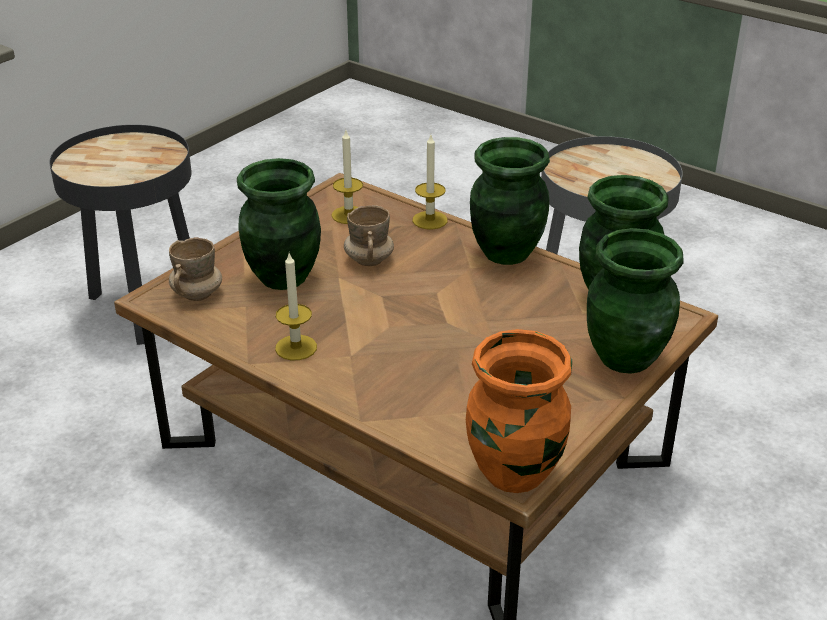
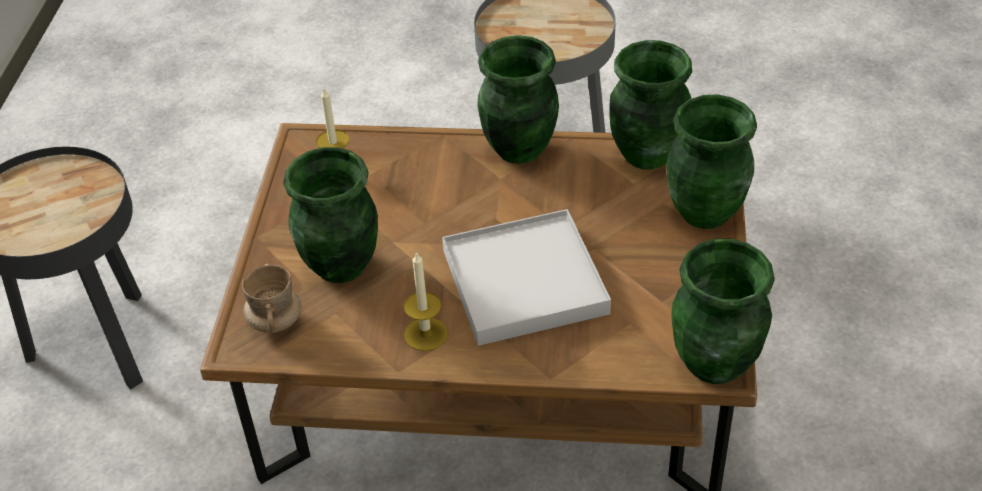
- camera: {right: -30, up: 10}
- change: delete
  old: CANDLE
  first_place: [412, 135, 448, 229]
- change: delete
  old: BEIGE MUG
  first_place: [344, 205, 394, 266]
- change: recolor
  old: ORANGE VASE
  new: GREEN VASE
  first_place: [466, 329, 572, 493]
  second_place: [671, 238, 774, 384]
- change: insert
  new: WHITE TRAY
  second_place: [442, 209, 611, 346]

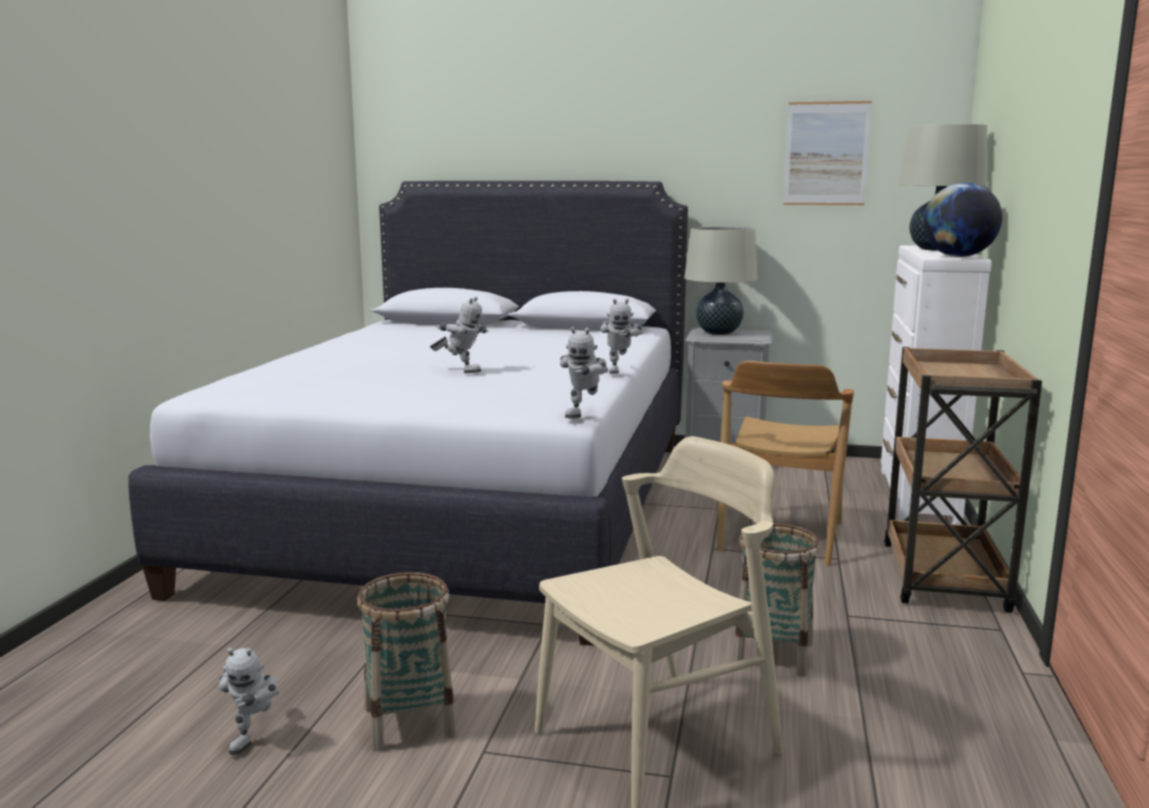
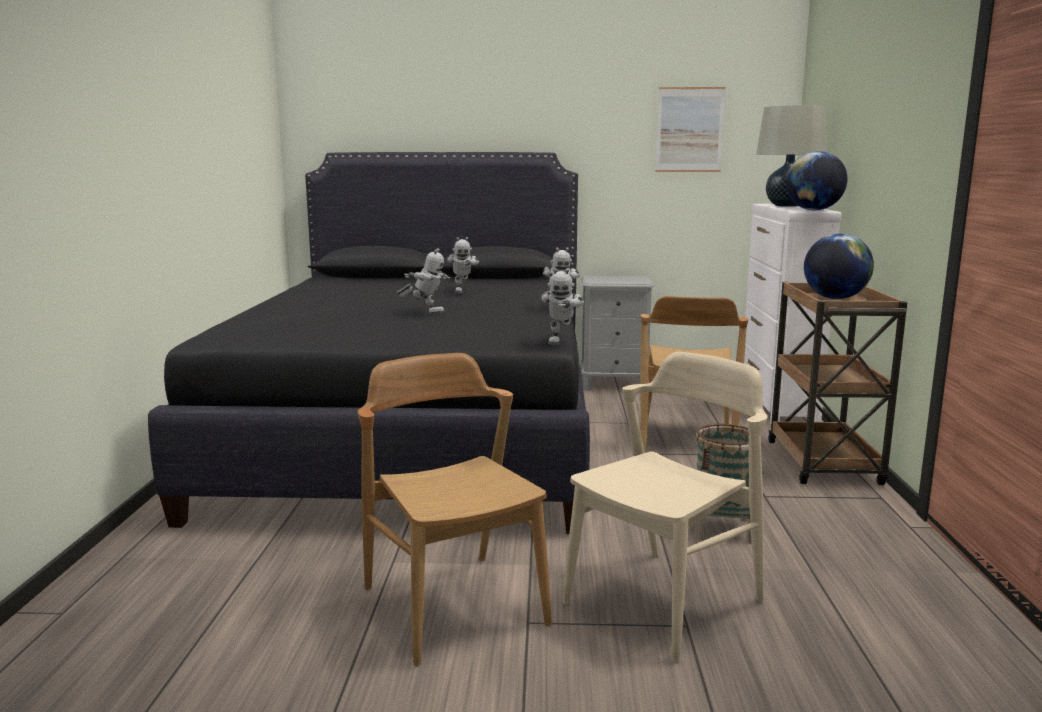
- camera: {right: -10, up: 0}
- change: recolor
  old: WHITE BED
  new: BLACK BED
  first_place: [128, 181, 688, 646]
  second_place: [148, 152, 590, 534]
- change: delete
  old: BEIGE TABLE LAMP
  first_place: [684, 227, 758, 335]
- change: replace
  old: BASKET
  new: BROWN CHAIR
  first_place: [357, 572, 456, 751]
  second_place: [358, 353, 552, 667]
- change: move
  old: TOY ROBOT
  first_place: [219, 648, 279, 755]
  second_place: [447, 237, 479, 293]
- change: insert
  new: GLOBE
  second_place: [804, 233, 874, 299]

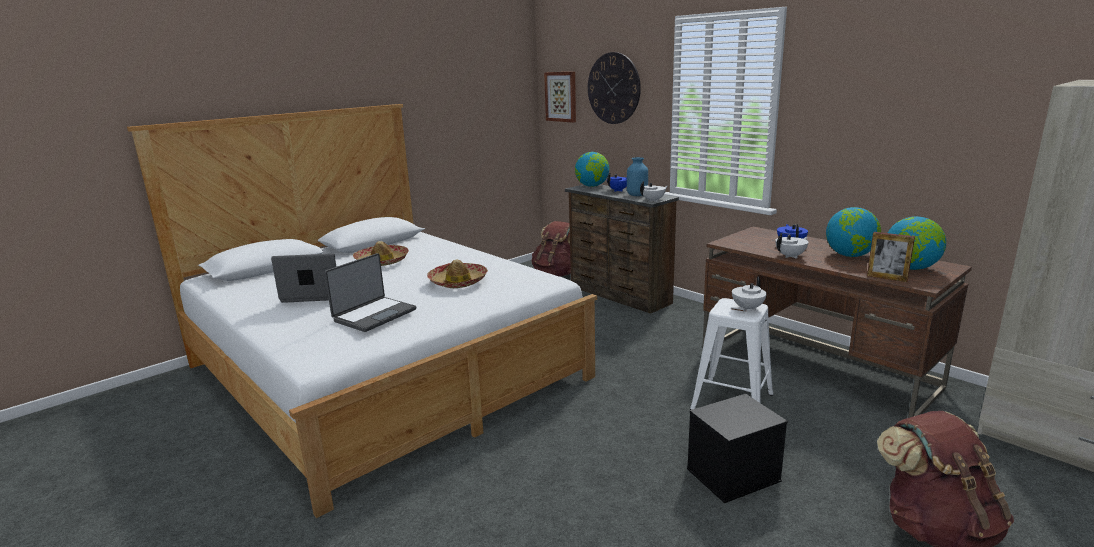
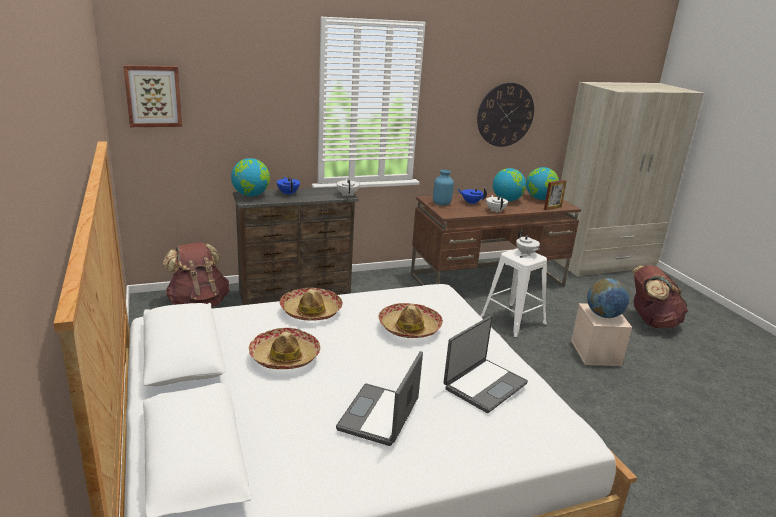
- camera: {right: -70, up: 5}
- change: move
  old: WALL CLOCK
  first_place: [588, 52, 641, 124]
  second_place: [477, 83, 534, 147]
- change: move
  old: BLUE VASE
  first_place: [627, 157, 648, 196]
  second_place: [433, 170, 454, 206]
- change: rotate
  old: LAPTOP
  first_place: [324, 253, 416, 332]
  second_place: [443, 316, 528, 413]
  degrees: 75
- change: recolor
  old: BLACK STORAGE BOX
  new: BEIGE STORAGE BOX
  first_place: [687, 394, 788, 503]
  second_place: [571, 303, 632, 366]
- change: insert
  new: GLOBE
  second_place: [587, 278, 629, 318]
- change: insert
  new: HAT
  second_place: [279, 288, 343, 321]

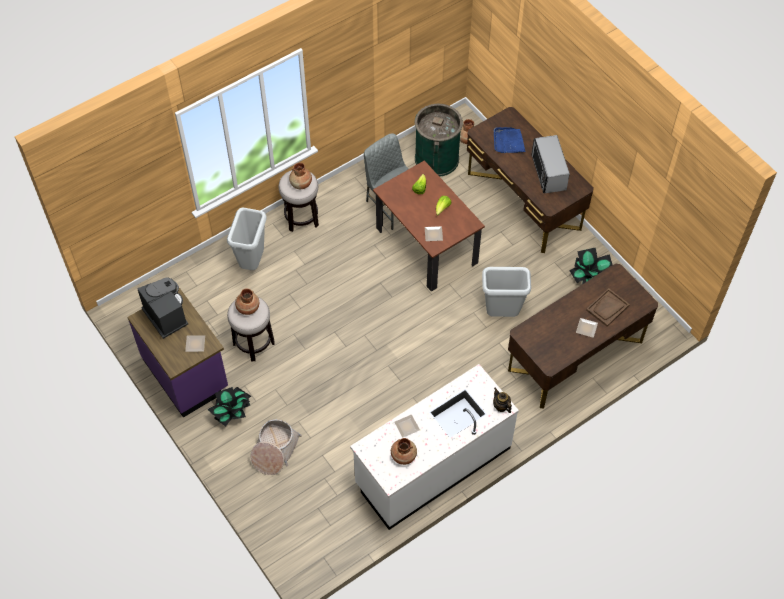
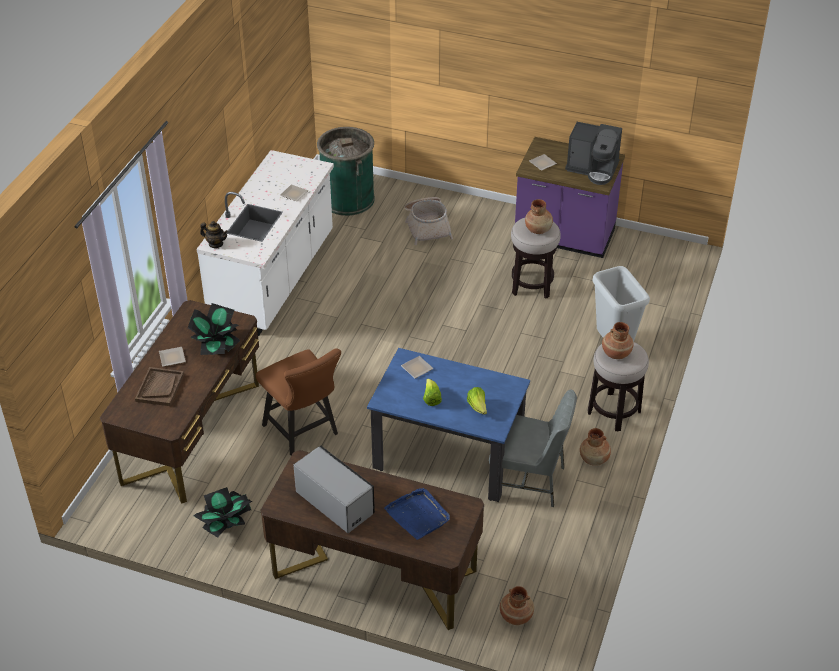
- camera: {right: 145, up: -15}
- change: move
  old: GREEN TRASH CAN
  first_place: [415, 104, 463, 177]
  second_place: [317, 127, 375, 216]
- change: recolor
  old: BROWN DINING TABLE
  new: BLUE DINING TABLE
  first_place: [373, 160, 485, 292]
  second_place: [367, 348, 530, 502]
- change: replace
  old: GREY TRASH CAN
  new: BROWN CHAIR
  first_place: [482, 267, 531, 317]
  second_place: [256, 348, 341, 456]
- change: move
  old: POTTED PLANT
  first_place: [208, 387, 251, 427]
  second_place: [188, 303, 240, 355]
- change: move
  old: BROWN VASE
  first_place: [391, 438, 417, 465]
  second_place: [580, 428, 611, 466]

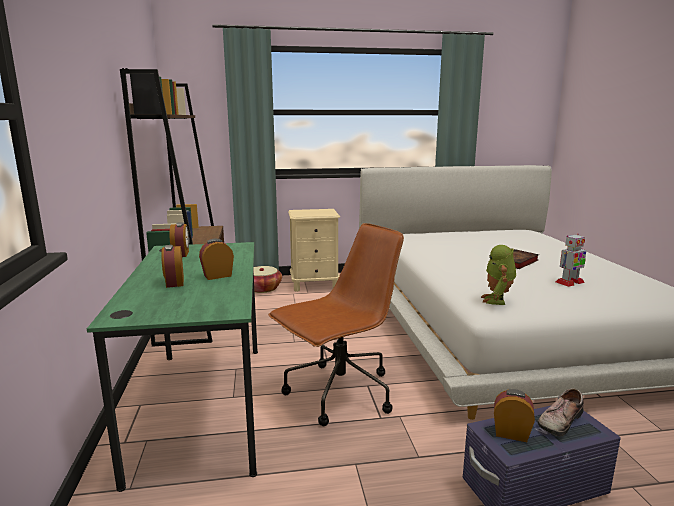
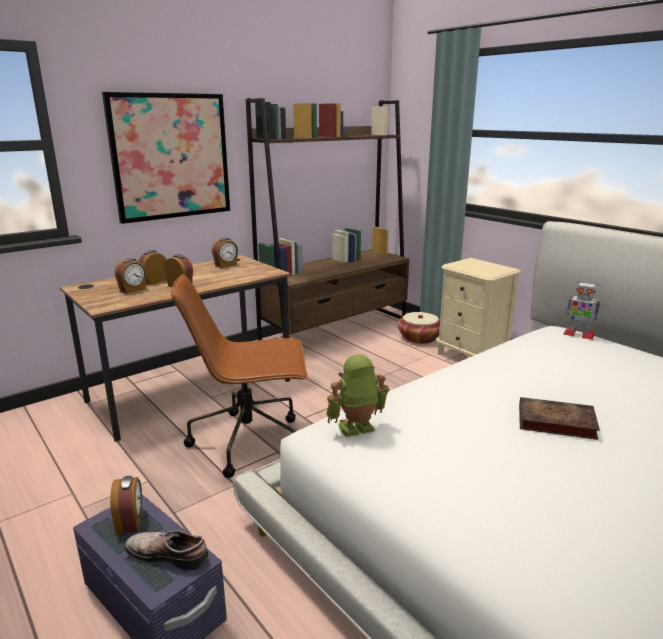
- camera: {right: 60, up: 5}
- change: rotate
  old: BROWN OFFICE CHAIR
  first_place: [268, 223, 404, 426]
  second_place: [171, 274, 308, 478]
  degrees: 150
- change: move
  old: TOY ROBOT
  first_place: [556, 234, 587, 287]
  second_place: [563, 281, 601, 340]
- change: recolor
  old: GREEN DESK
  new: BROWN DESK
  first_place: [87, 242, 258, 492]
  second_place: [60, 255, 291, 442]
- change: insert
  new: PICTURE
  second_place: [102, 92, 230, 224]
- change: insert
  new: ALARM CLOCK
  second_place: [115, 258, 146, 294]

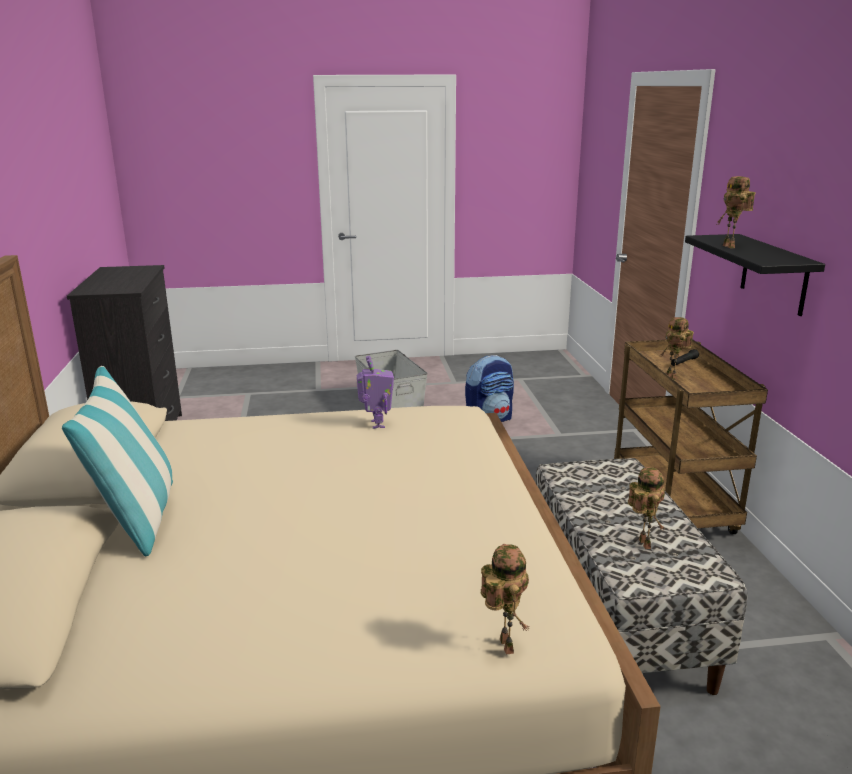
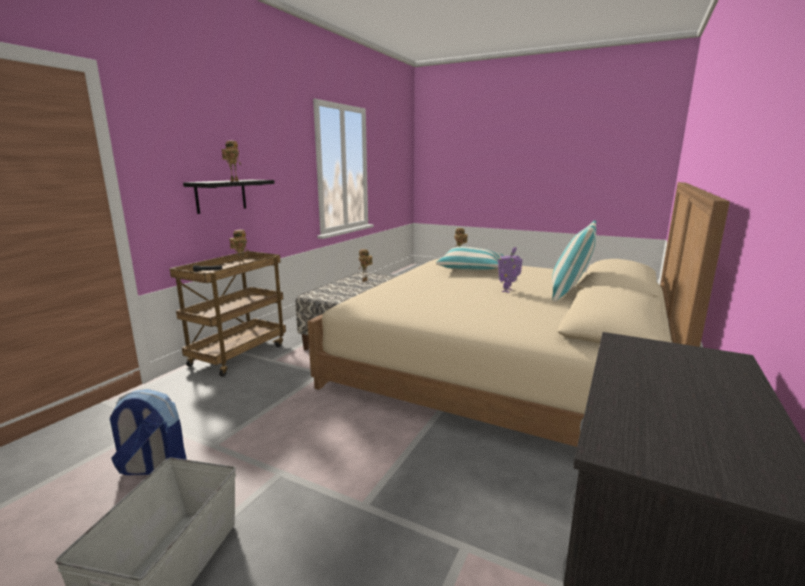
- camera: {right: -145, up: -5}
- change: move
  old: TOY ROBOT
  first_place: [357, 356, 394, 429]
  second_place: [498, 247, 522, 293]
- change: insert
  new: PILLOW
  second_place: [436, 246, 503, 271]

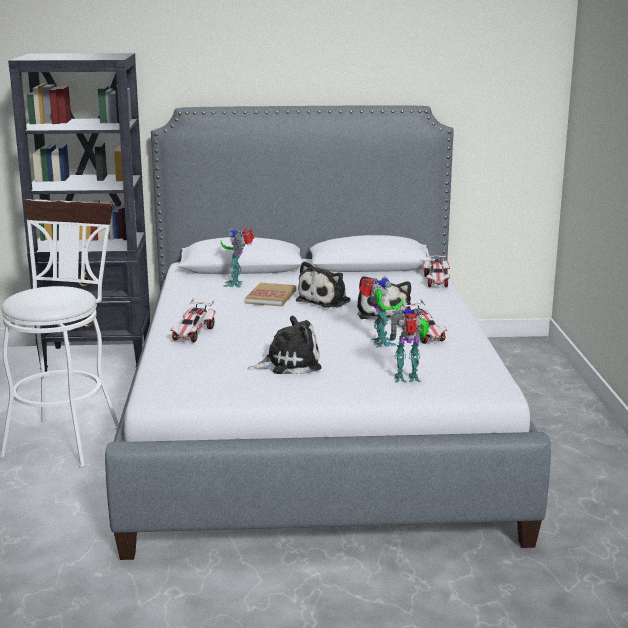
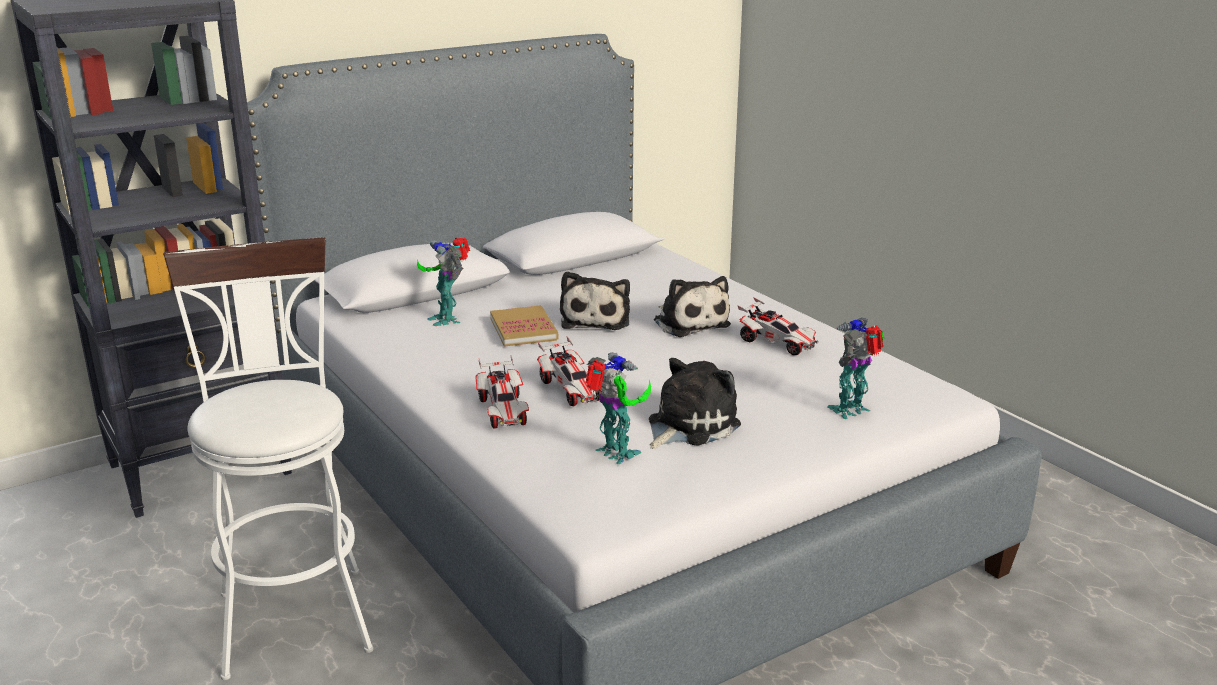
- camera: {right: -30, up: 5}
- change: move
  old: TOY CAR
  first_place: [423, 252, 450, 287]
  second_place: [537, 336, 600, 406]
- change: move
  old: TOY ROBOT
  first_place: [359, 277, 403, 347]
  second_place: [585, 352, 651, 464]

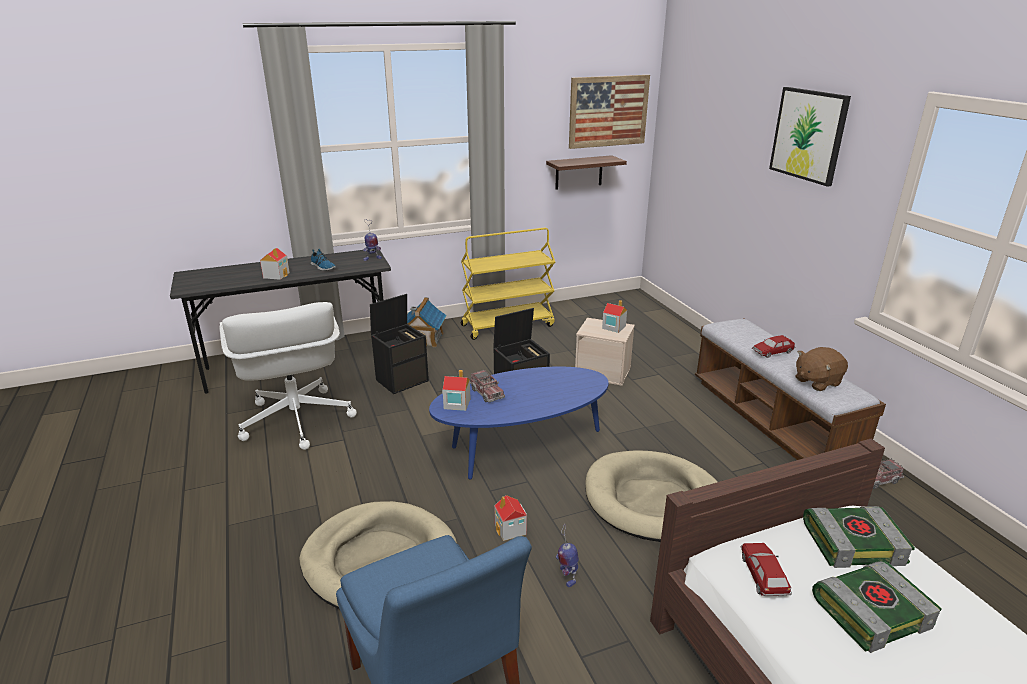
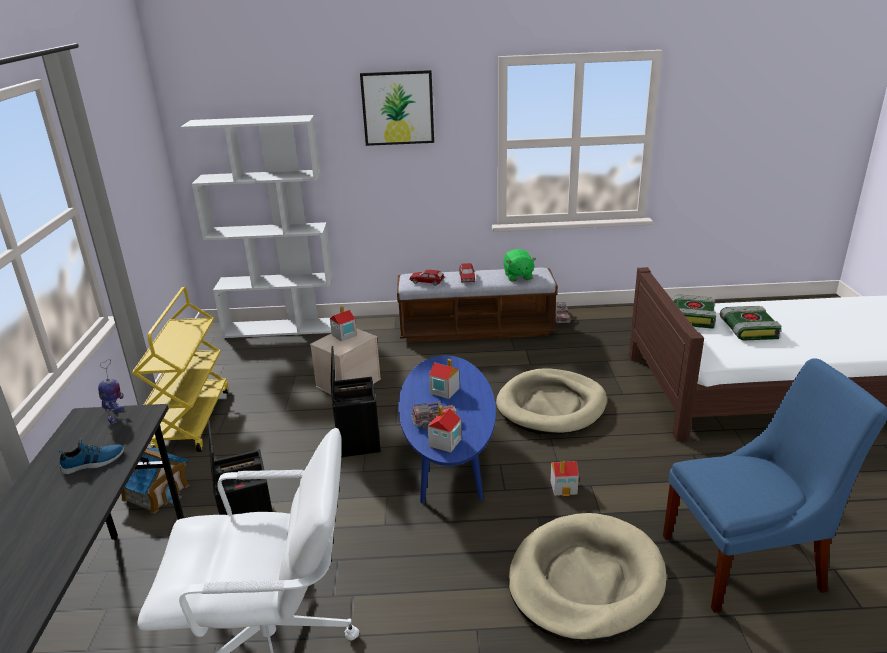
- camera: {right: -70, up: 0}
- change: delete
  old: PICTURE
  first_place: [569, 75, 650, 149]
- change: delete
  old: SHELF
  first_place: [546, 155, 627, 190]
- change: move
  old: TOY HOUSE
  first_place: [260, 248, 290, 280]
  second_place: [429, 359, 460, 399]
- change: recolor
  old: BROWN PLUSH TOY
  new: GREEN PLUSH TOY
  first_place: [795, 347, 848, 391]
  second_place: [503, 249, 536, 281]
- change: delete
  old: TOY ROBOT
  first_place: [556, 524, 579, 587]
- change: move
  old: TOY CAR
  first_place: [740, 543, 792, 596]
  second_place: [409, 270, 445, 286]
- change: insert
  new: WHITE BOOKCASE
  second_place: [180, 115, 332, 338]

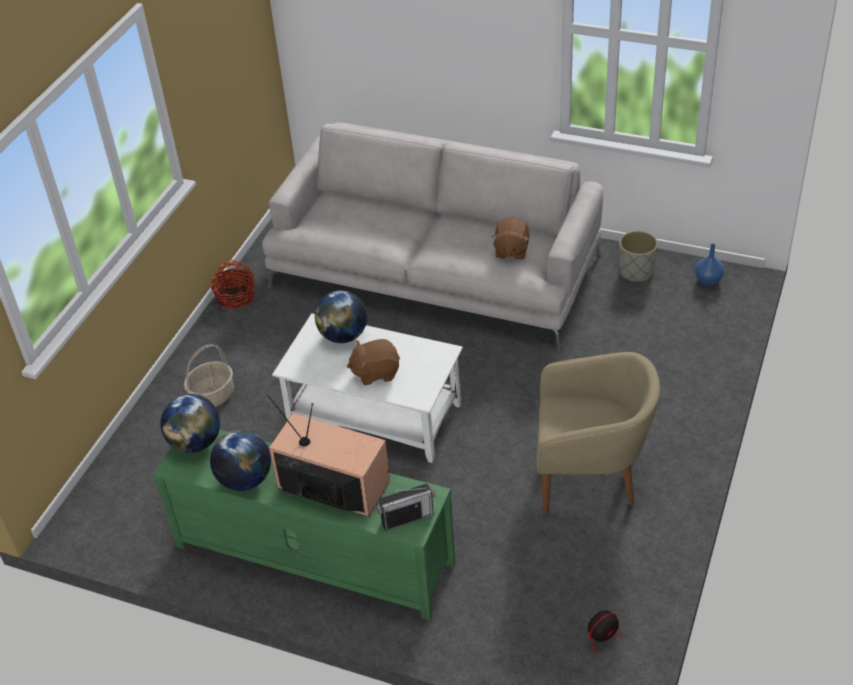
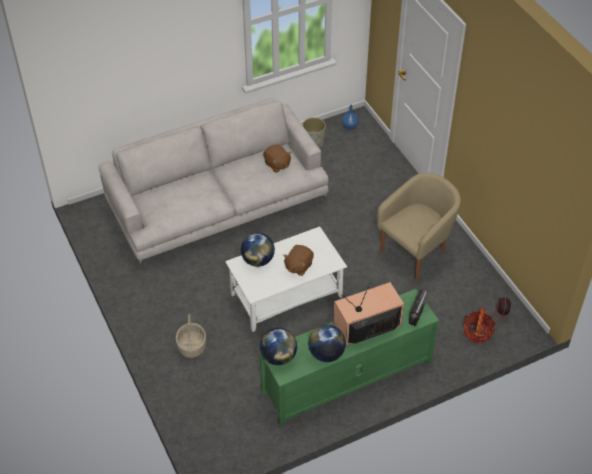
- camera: {right: -50, up: 5}
- change: move
  old: BASKET
  first_place: [211, 260, 255, 309]
  second_place: [464, 308, 496, 343]

